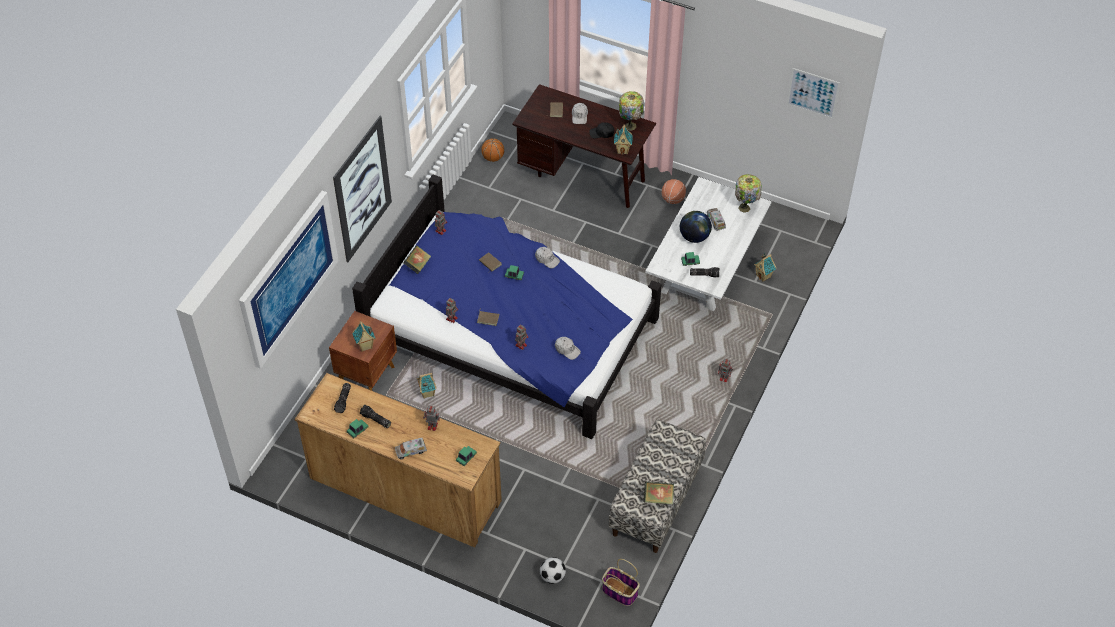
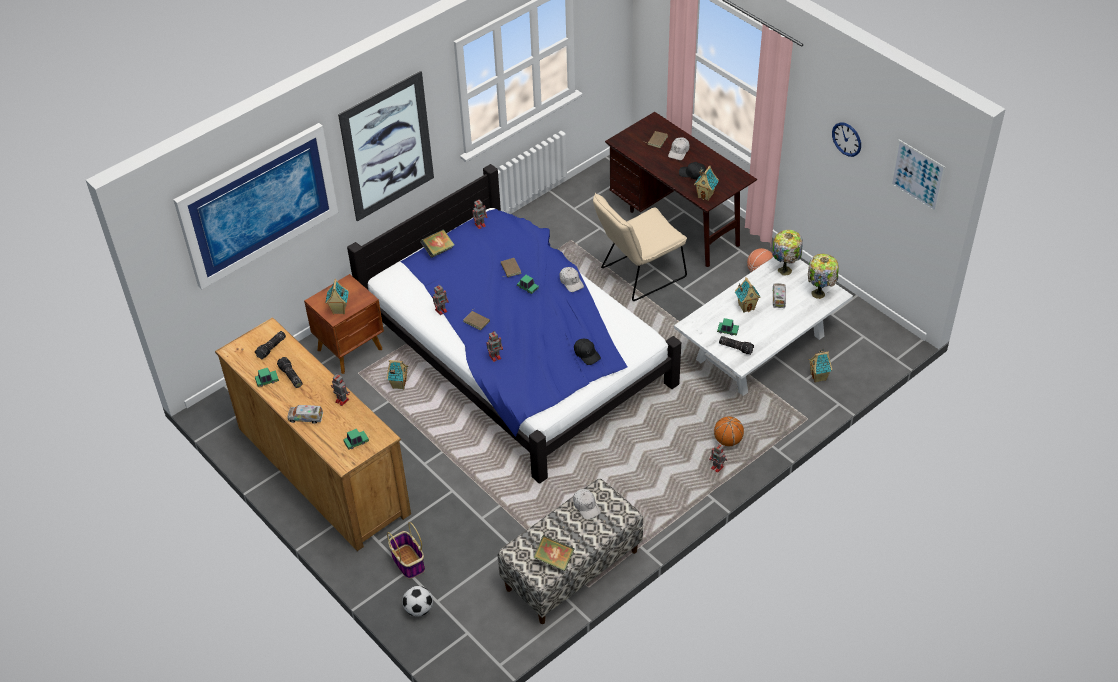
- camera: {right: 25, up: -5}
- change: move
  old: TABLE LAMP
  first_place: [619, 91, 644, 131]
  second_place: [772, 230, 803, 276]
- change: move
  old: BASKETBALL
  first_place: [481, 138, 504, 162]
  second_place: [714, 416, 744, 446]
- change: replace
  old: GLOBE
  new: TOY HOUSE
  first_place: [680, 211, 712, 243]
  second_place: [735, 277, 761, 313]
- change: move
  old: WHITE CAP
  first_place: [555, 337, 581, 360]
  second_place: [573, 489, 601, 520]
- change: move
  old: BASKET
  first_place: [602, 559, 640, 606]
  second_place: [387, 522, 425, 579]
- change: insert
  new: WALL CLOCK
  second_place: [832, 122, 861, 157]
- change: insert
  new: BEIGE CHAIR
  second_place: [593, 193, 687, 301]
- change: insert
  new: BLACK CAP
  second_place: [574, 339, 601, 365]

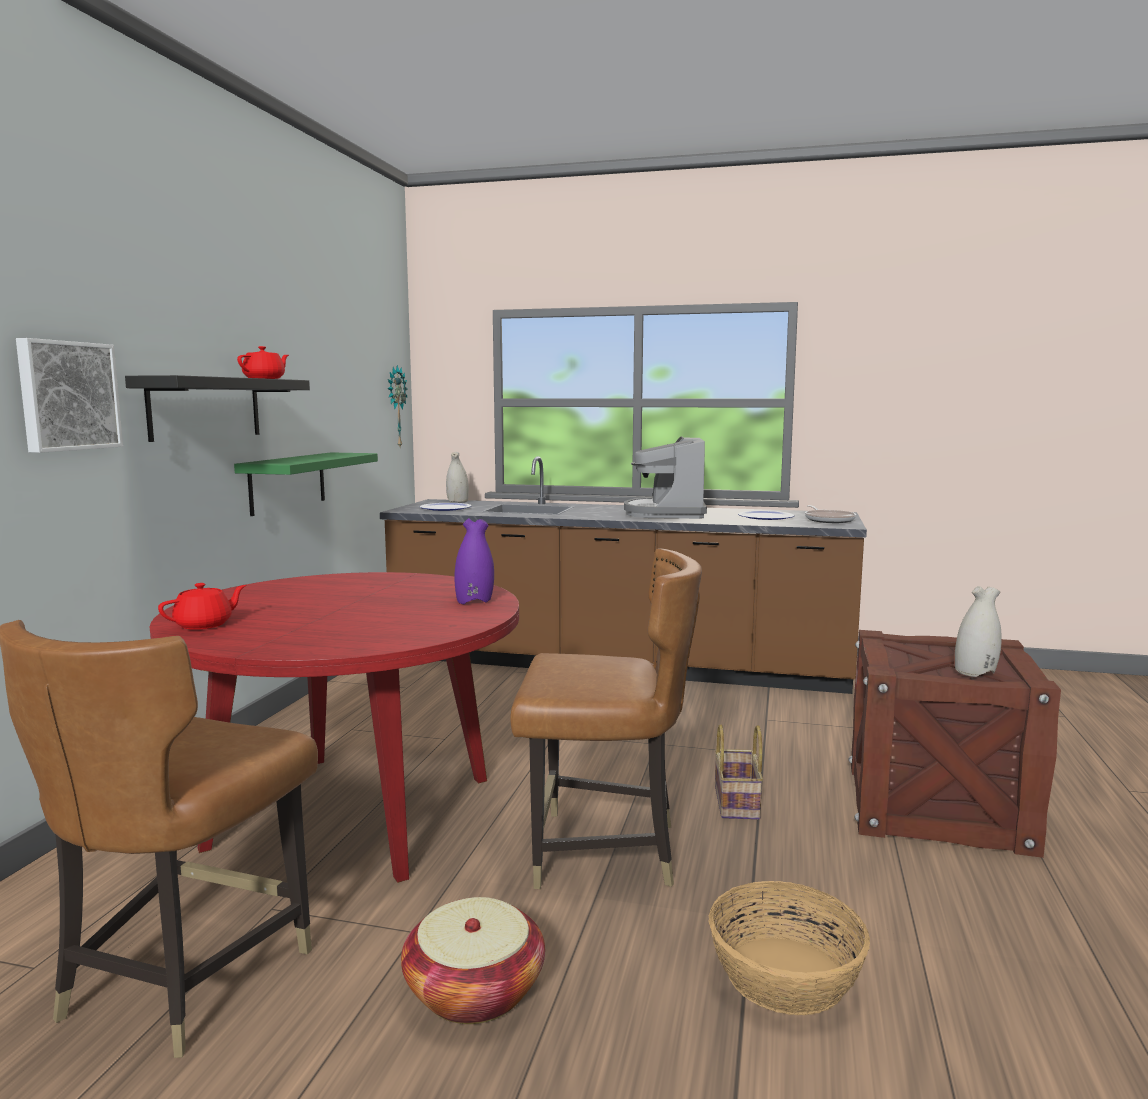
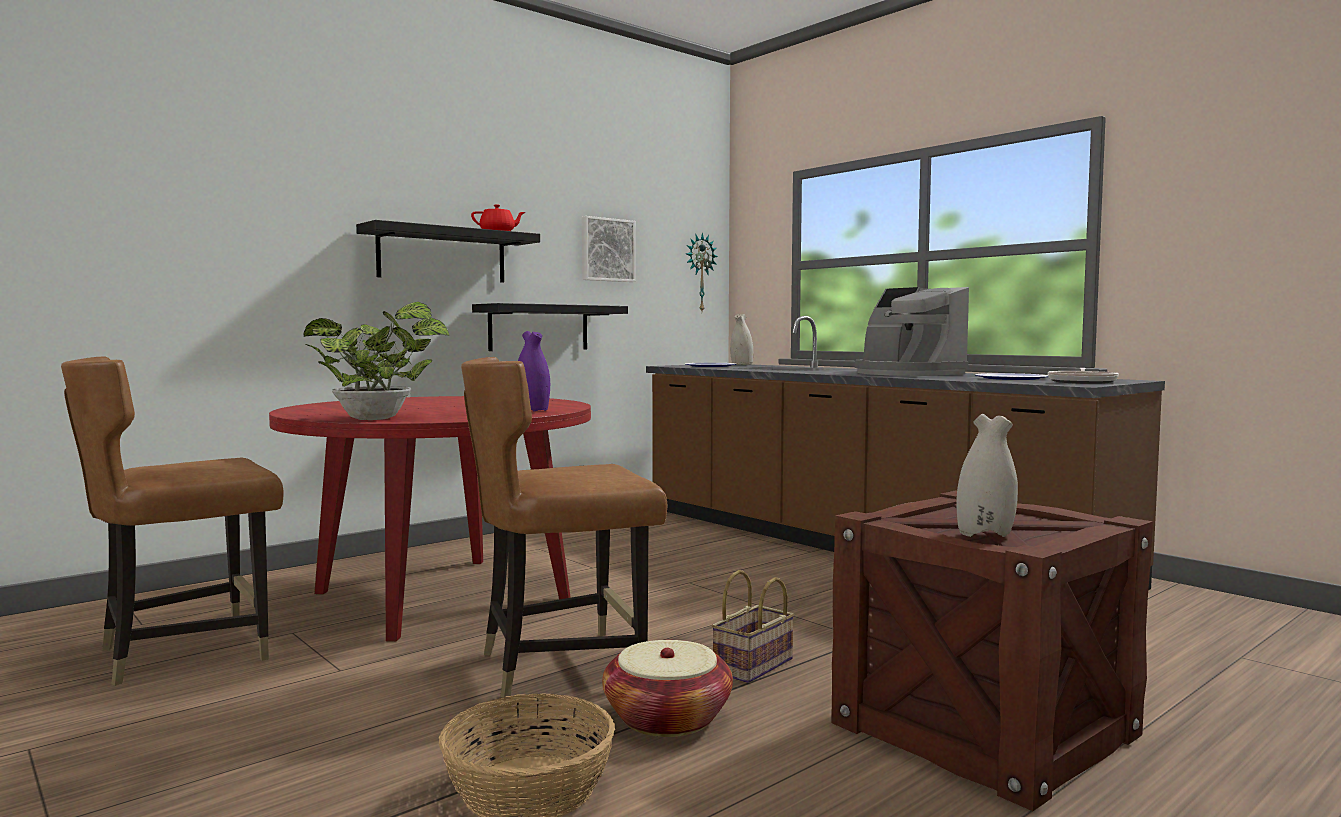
- camera: {right: 35, up: -5}
- change: move
  old: PICTURE
  first_place: [16, 338, 123, 453]
  second_place: [582, 216, 636, 282]
- change: rotate
  old: COFFEE MACHINE
  first_place: [624, 437, 707, 519]
  second_place: [855, 287, 969, 376]
  degrees: -75
- change: recolor
  old: GREEN SHELF
  new: BLACK SHELF
  first_place: [234, 452, 378, 516]
  second_place: [472, 303, 628, 351]
- change: rotate
  old: BROWN CHAIR
  first_place: [510, 548, 702, 889]
  second_place: [461, 357, 667, 698]
  degrees: 120
- change: delete
  old: RED TEAPOT
  first_place: [158, 583, 246, 630]
- change: move
  old: BASKET
  first_place: [401, 897, 545, 1024]
  second_place: [602, 640, 733, 737]
- change: insert
  new: POTTED PLANT
  second_place: [303, 302, 449, 420]

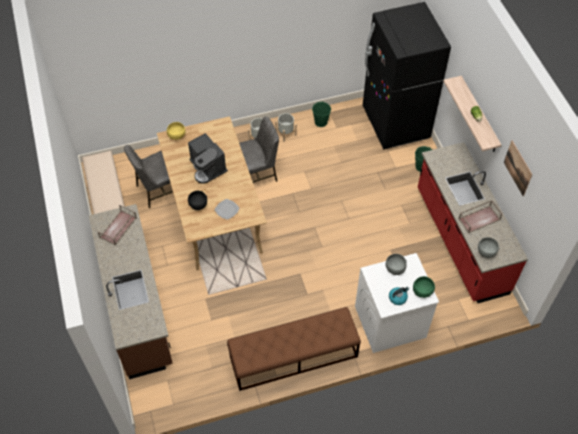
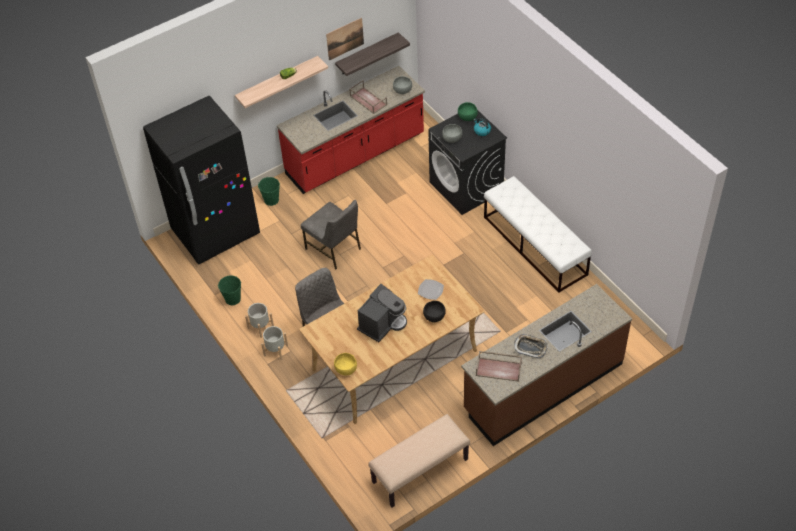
- camera: {right: -105, up: -5}
- change: move
  old: GREY CHAIR
  first_place: [124, 145, 173, 208]
  second_place: [301, 200, 361, 269]
- change: recolor
  old: WHITE WASHING MACHINE
  new: BLACK WASHING MACHINE
  first_place: [355, 253, 439, 353]
  second_place: [428, 110, 507, 215]
- change: recolor
  old: BROWN BENCH
  new: WHITE BENCH
  first_place: [227, 307, 361, 391]
  second_place: [484, 176, 592, 293]
- change: insert
  new: SHELF
  second_place: [335, 32, 410, 76]
- change: insert
  new: TRAY
  second_place: [514, 334, 548, 358]

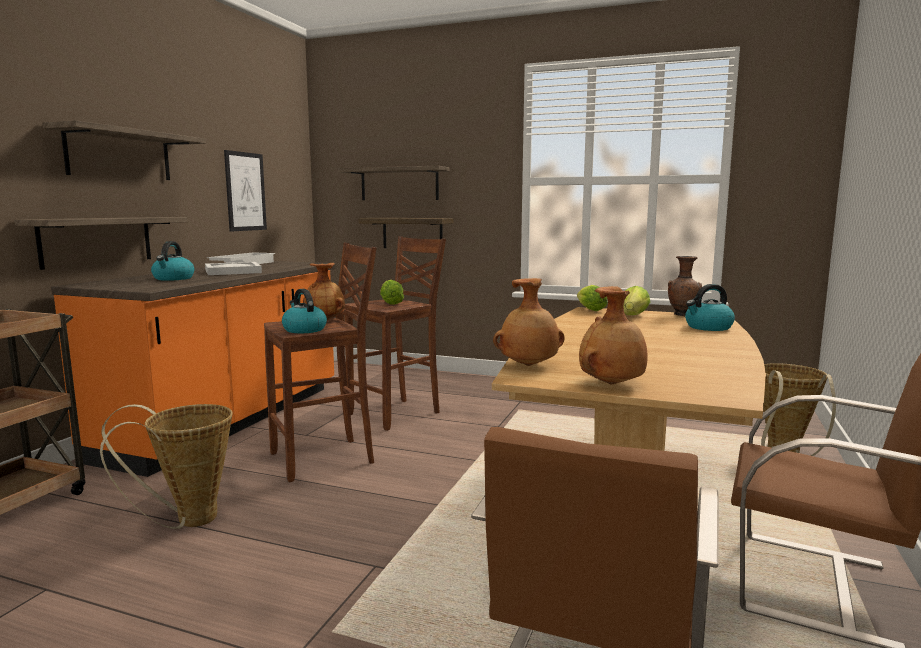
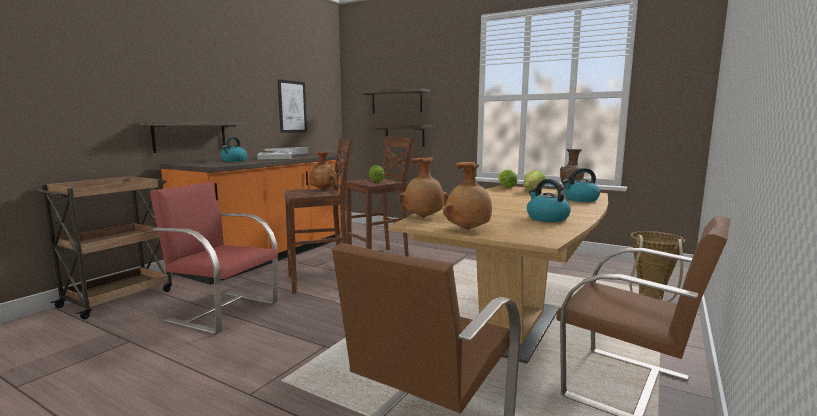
- camera: {right: 10, up: 0}
- change: delete
  old: SHELF
  first_place: [43, 120, 206, 180]
- change: move
  old: KETTLE
  first_place: [282, 289, 327, 333]
  second_place: [527, 179, 571, 222]
- change: replace
  old: BASKET
  new: RED CHAIR
  first_place: [100, 404, 233, 529]
  second_place: [150, 182, 278, 335]

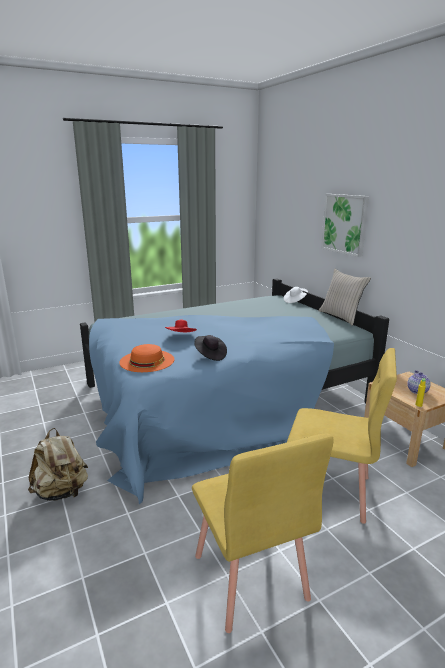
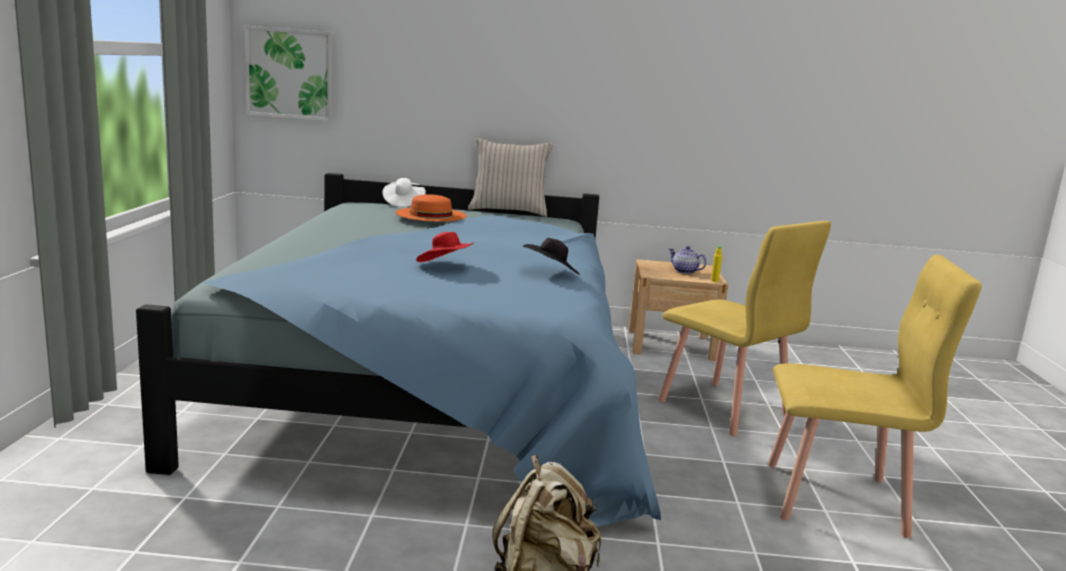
- camera: {right: -60, up: -5}
- change: move
  old: PICTURE
  first_place: [321, 194, 369, 257]
  second_place: [244, 26, 333, 121]
- change: move
  old: ORANGE HAT
  first_place: [119, 344, 174, 372]
  second_place: [396, 194, 466, 221]
- change: rotate
  old: YELLOW CHAIR
  first_place: [287, 348, 397, 524]
  second_place: [658, 221, 831, 436]
  degrees: 90

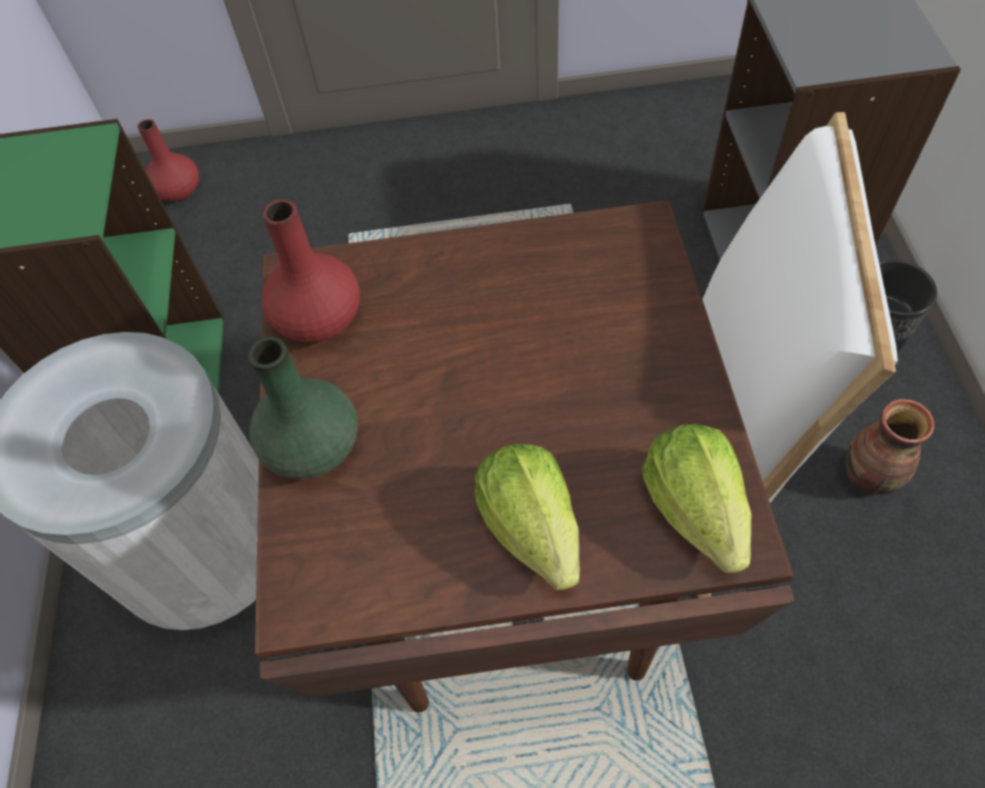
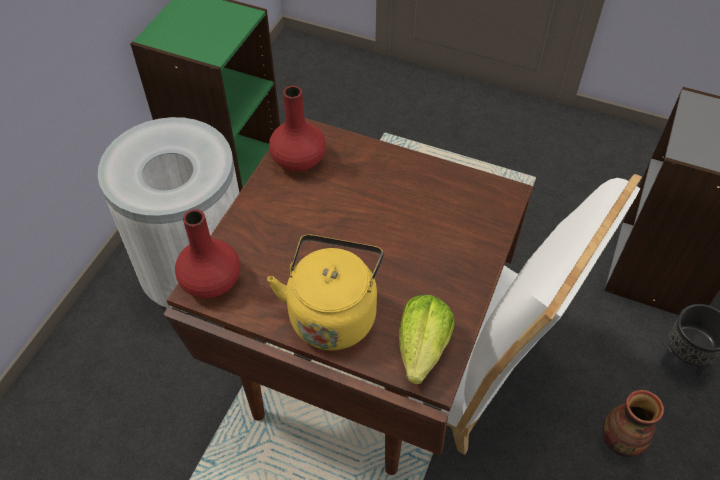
- camera: {right: 25, up: -5}
- change: move
  old: RED VASE
  first_place: [137, 119, 199, 201]
  second_place: [175, 209, 240, 298]
- change: delete
  old: GREEN VASE
  first_place: [248, 337, 358, 479]
- change: replace
  old: LETTUCE
  new: YELLOW KETTLE
  first_place: [474, 444, 580, 590]
  second_place: [267, 234, 384, 350]

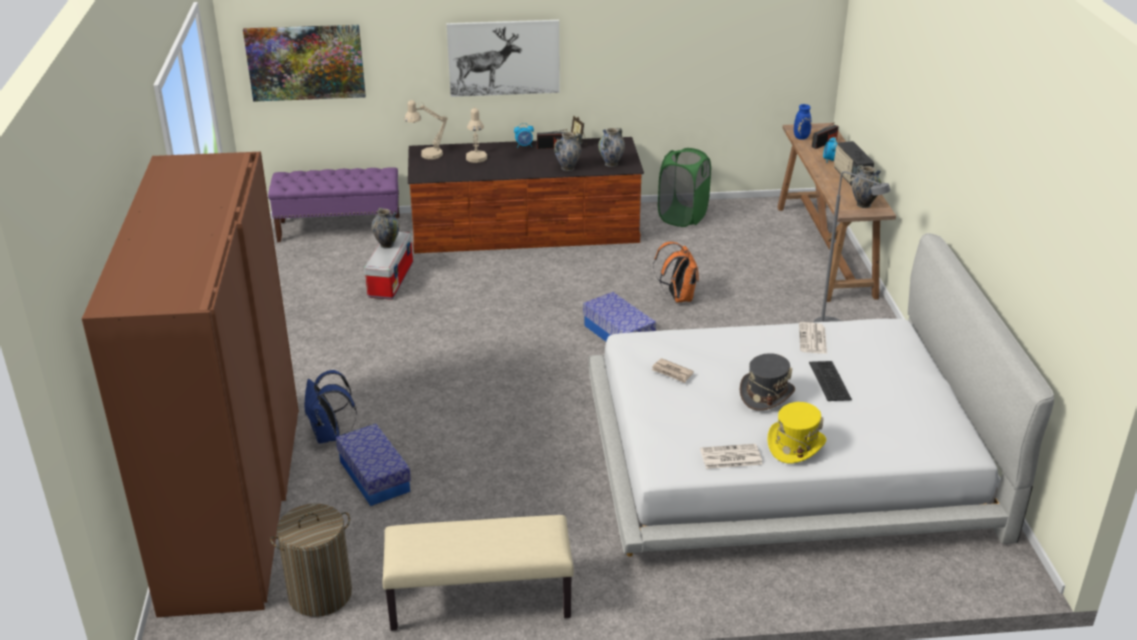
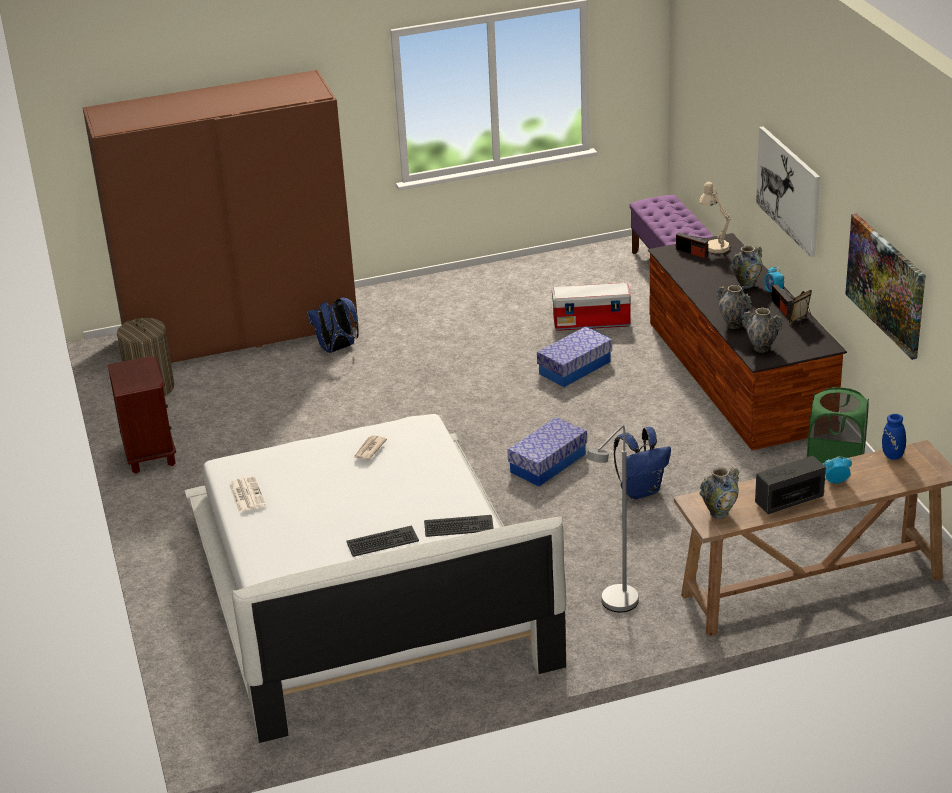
- camera: {right: 80, up: 0}
- change: move
  old: PICTURE
  first_place: [243, 25, 366, 102]
  second_place: [845, 214, 926, 360]
- change: delete
  old: BEIGE TABLE LAMP
  first_place: [466, 107, 487, 163]
- change: move
  old: RADIO
  first_place: [812, 122, 839, 149]
  second_place: [676, 233, 708, 258]
- change: move
  old: VASE
  first_place: [372, 207, 400, 249]
  second_place: [731, 246, 762, 289]
- change: recolor
  old: ORANGE BACKPACK
  new: BLUE BACKPACK
  first_place: [653, 242, 699, 302]
  second_place: [614, 427, 671, 499]
- change: replace
  old: NEWSPAPER
  new: KEYBOARD
  first_place: [799, 322, 827, 354]
  second_place: [424, 515, 494, 537]
- change: delete
  old: GREY HAT
  first_place: [740, 353, 795, 411]
- change: delete
  old: YELLOW HAT
  first_place: [767, 402, 826, 463]
- change: move
  old: STORAGE BOX
  first_place: [336, 424, 411, 506]
  second_place: [537, 326, 612, 387]
- change: replace
  old: BEIGE BENCH
  new: BROWN NIGHTSTAND
  first_place: [383, 515, 574, 631]
  second_place: [107, 356, 176, 474]

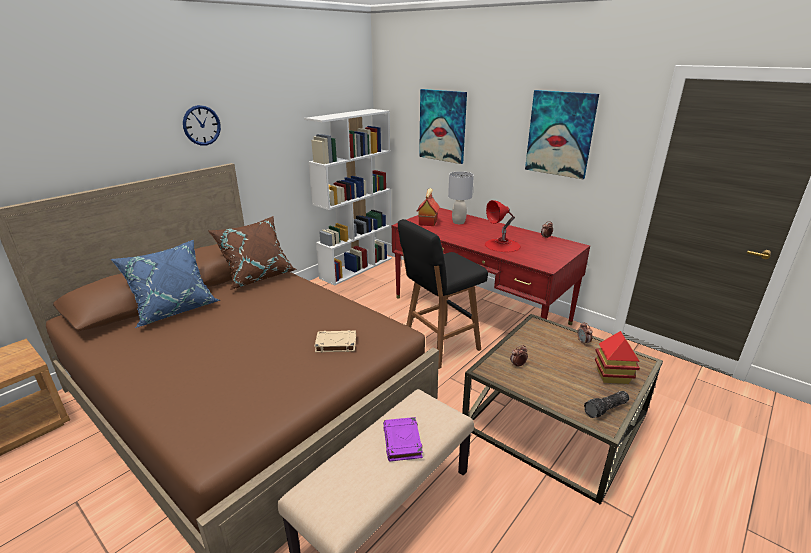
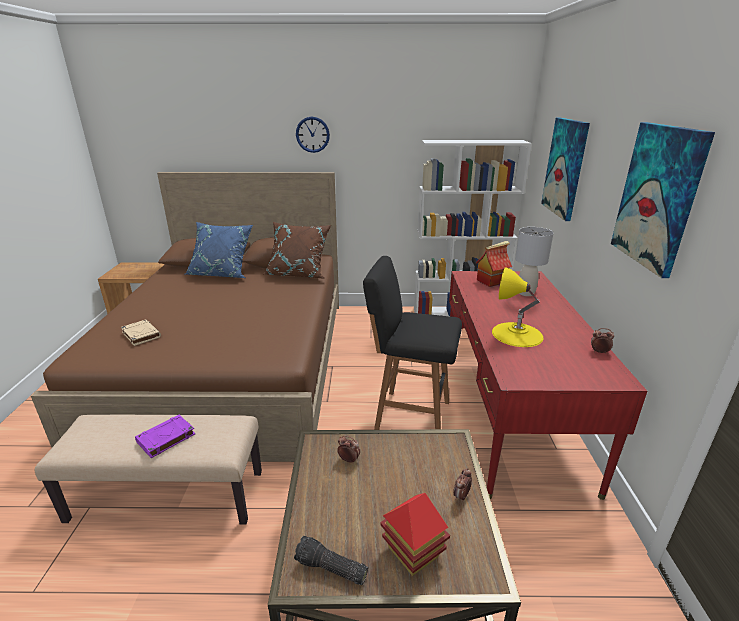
- camera: {right: 50, up: 0}
- change: recolor
  old: RED TABLE LAMP
  new: YELLOW TABLE LAMP
  first_place: [485, 200, 521, 253]
  second_place: [492, 267, 544, 347]
- change: move
  old: BEIGE BOOK
  first_place: [314, 330, 356, 353]
  second_place: [121, 320, 161, 346]

